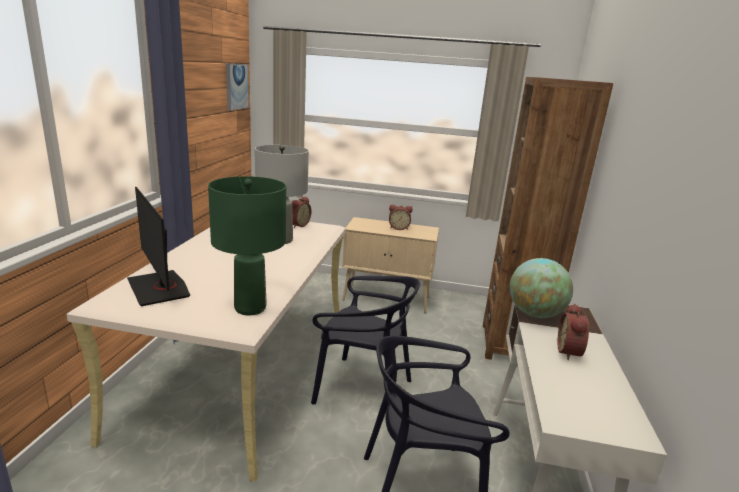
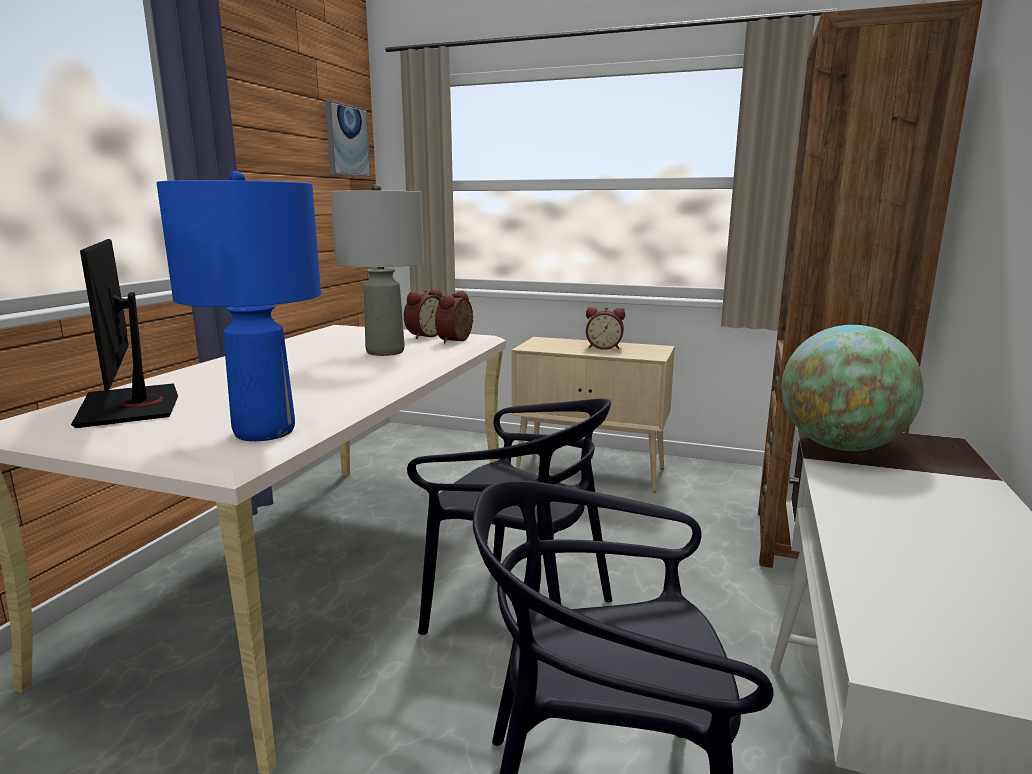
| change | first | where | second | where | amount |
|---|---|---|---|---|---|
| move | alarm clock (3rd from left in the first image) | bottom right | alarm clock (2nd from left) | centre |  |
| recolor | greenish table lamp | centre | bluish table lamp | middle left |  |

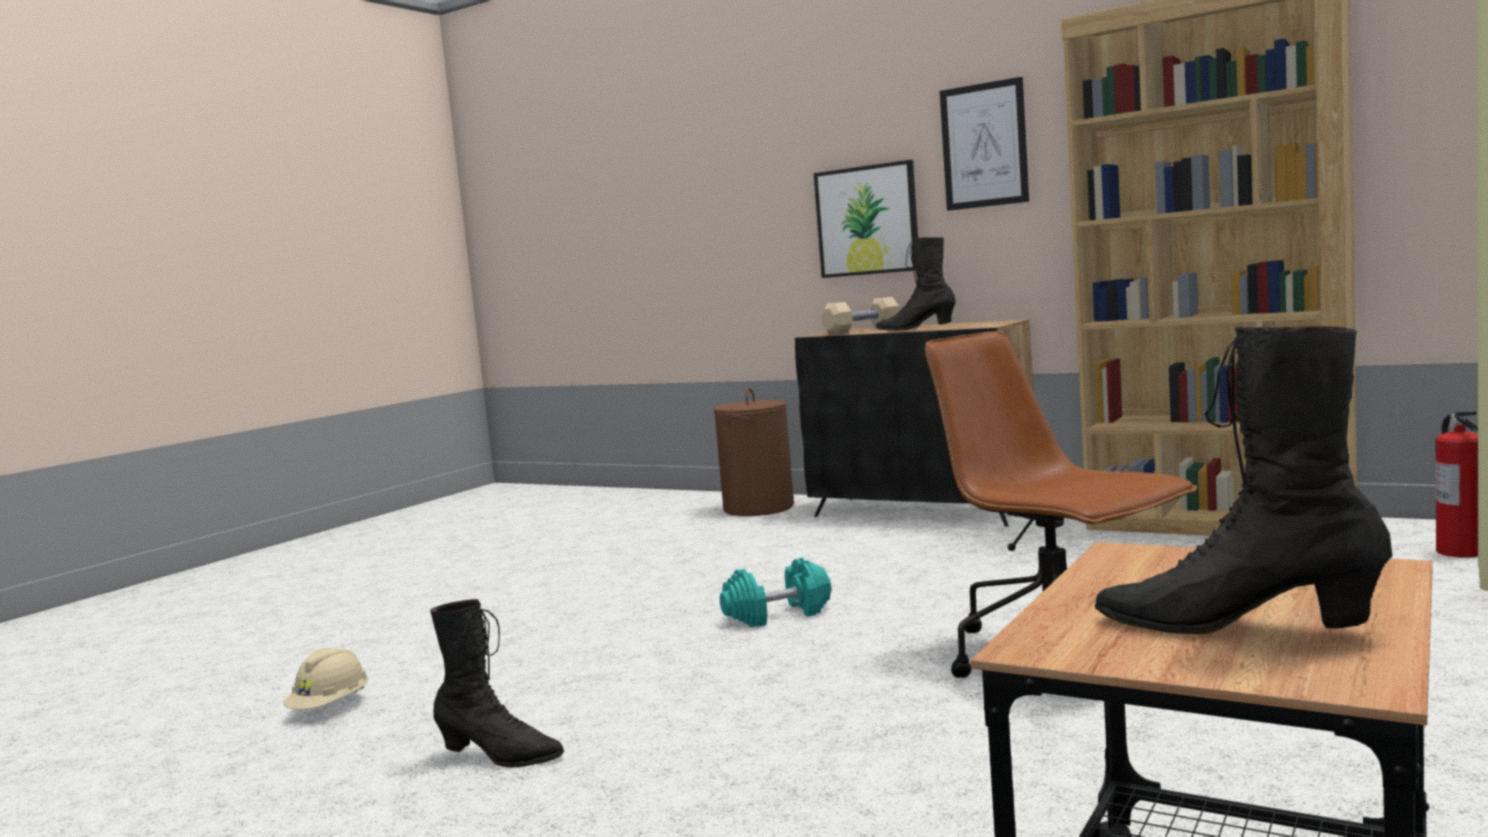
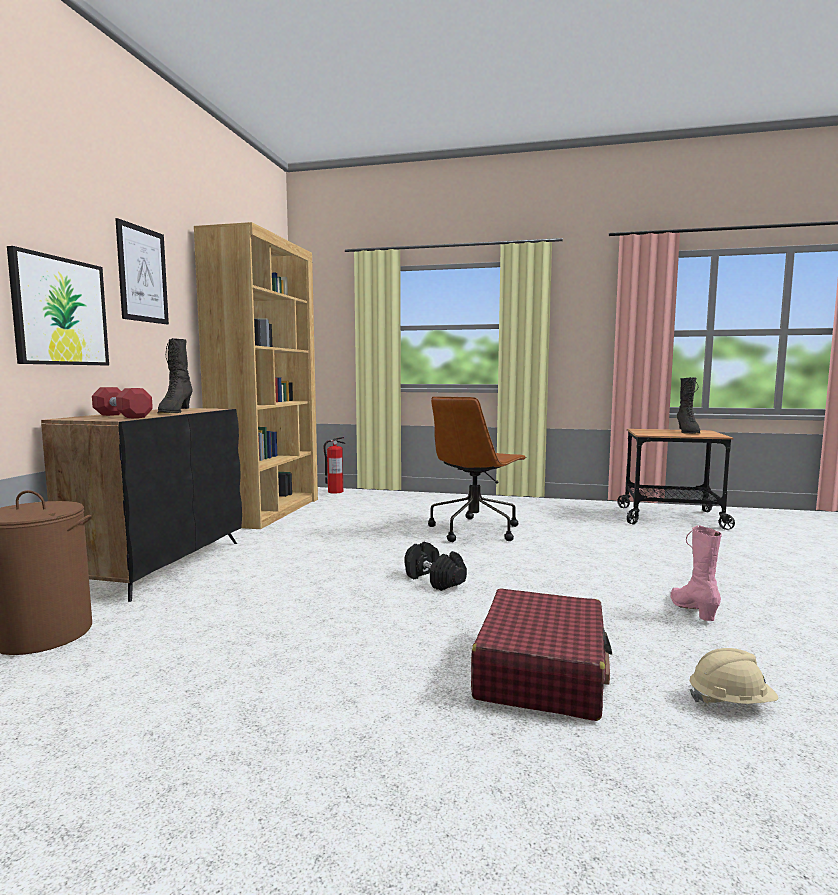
| change | first | where | second | where | amount |
|---|---|---|---|---|---|
| insert |  |  | red-coloured travel case | bottom centre |  |
| recolor | blackish tall boot (1st from left) | bottom centre | pink tall boot | middle right |  |
| recolor | blue-green dumbbell | bottom centre | blackish dumbbell | centre |  |
| recolor | beige dumbbell | centre | red-coloured dumbbell | middle left |  |

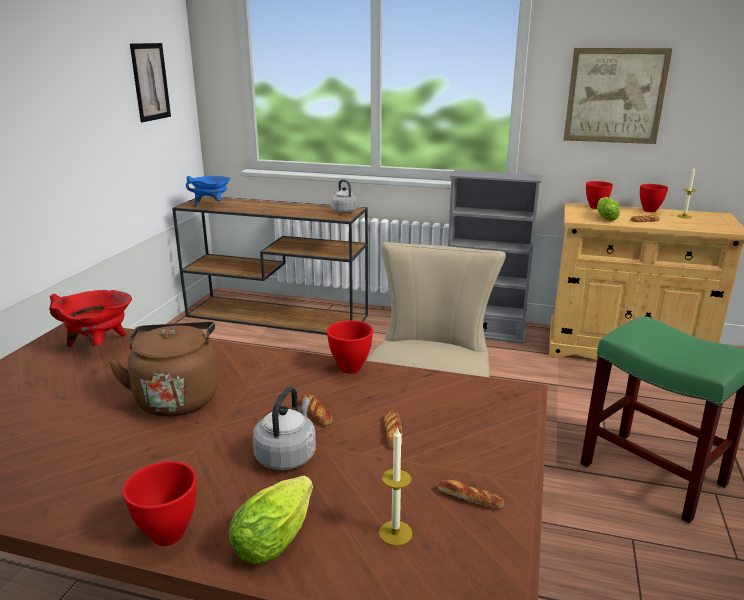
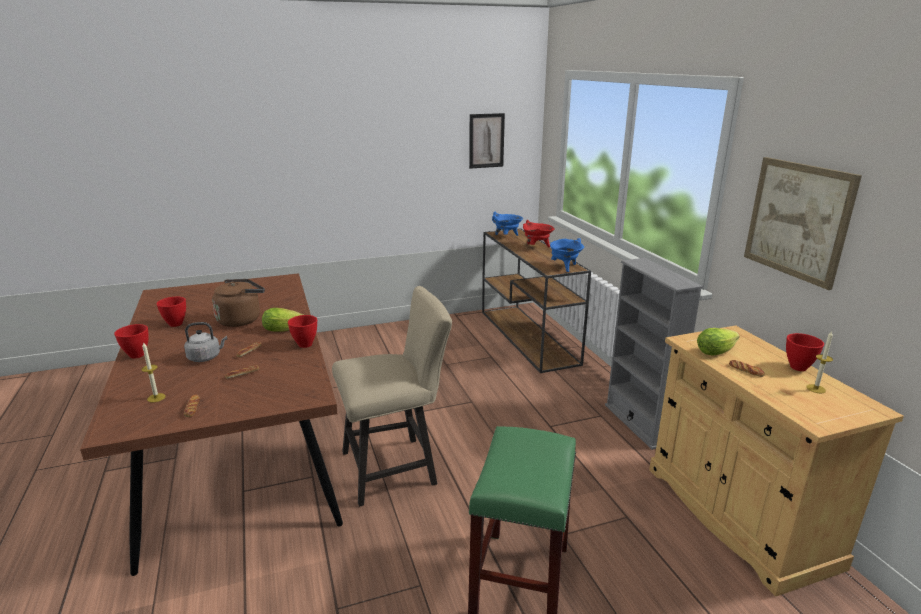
| change | first | where | second | where | amount |
|---|---|---|---|---|---|
| move | red-coloured saucepot | middle left |  | centre |  |
| move | lettuce (1st from left) | bottom centre |  | middle left |  |
| move | red-coloured bowl (3rd from left in the first image) | top right | red-coloured bowl (2nd from left) | middle left |  |
| replace | gray water kettle (2nd from left) | top centre | bluish saucepot (2nd from left) | centre |  |

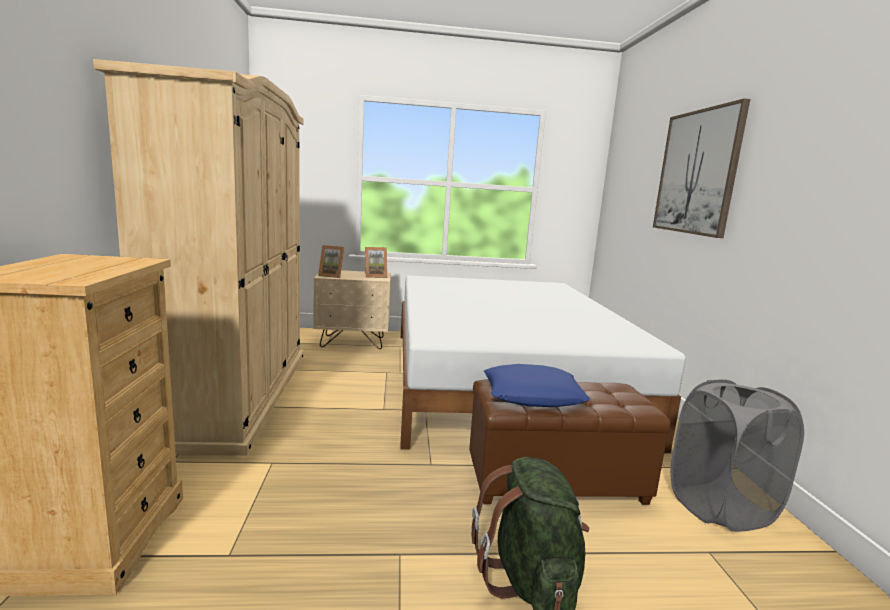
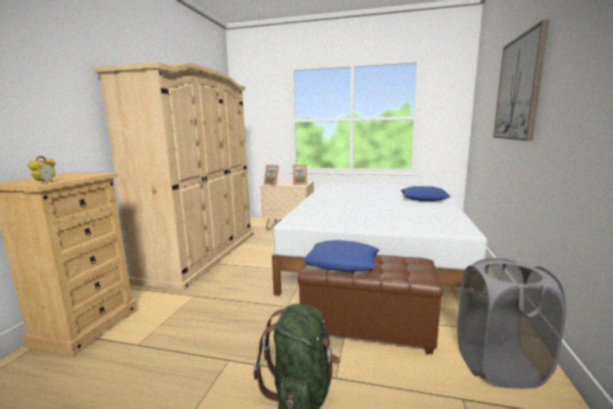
| change | first | where | second | where | amount |
|---|---|---|---|---|---|
| insert |  |  | alarm clock | middle left |  |
| insert |  |  | bluish pillow (2nd from left) | middle right |  |

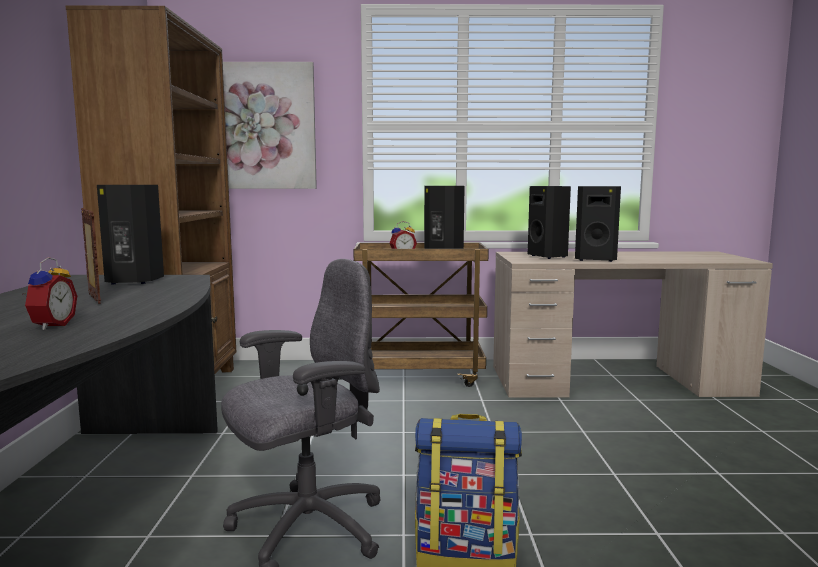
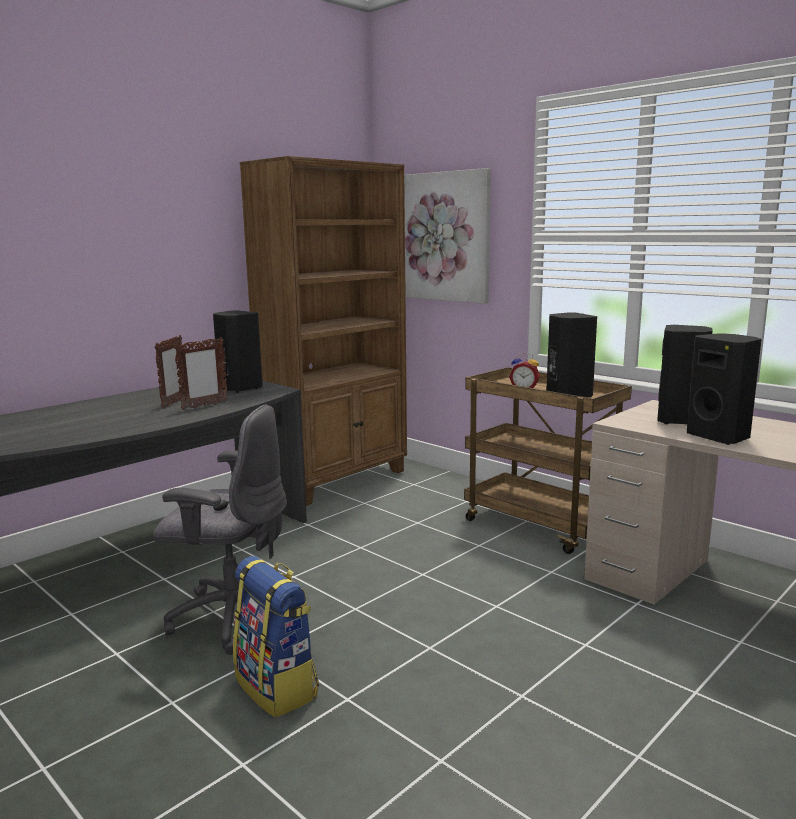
| change | first | where | second | where | amount |
|---|---|---|---|---|---|
| delete | alarm clock (1st from left) | middle left |  |  |  |
| insert |  |  | photo frame (2nd from left) | middle left |  |

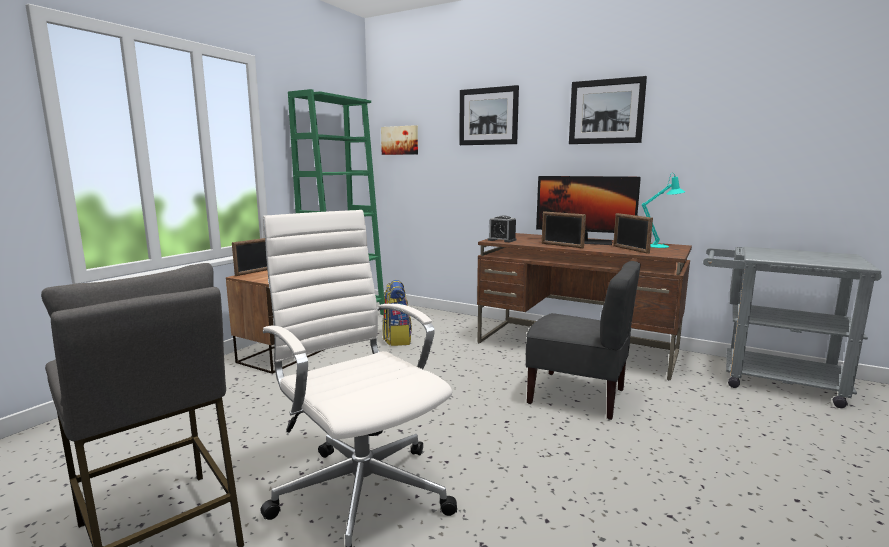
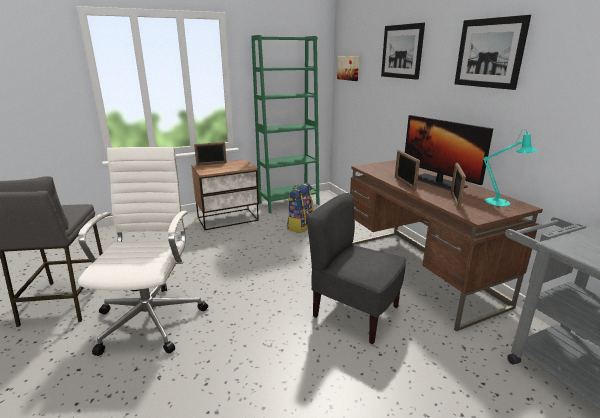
| change | first | where | second | where | amount |
|---|---|---|---|---|---|
| delete | alarm clock | centre |  |  |  |
| rotate | gray chair | centre |  | centre | 150 degrees clockwise |

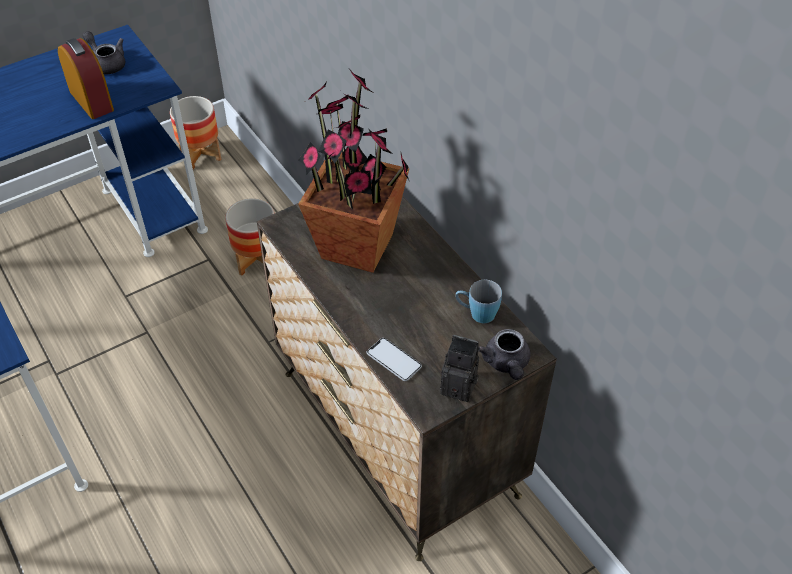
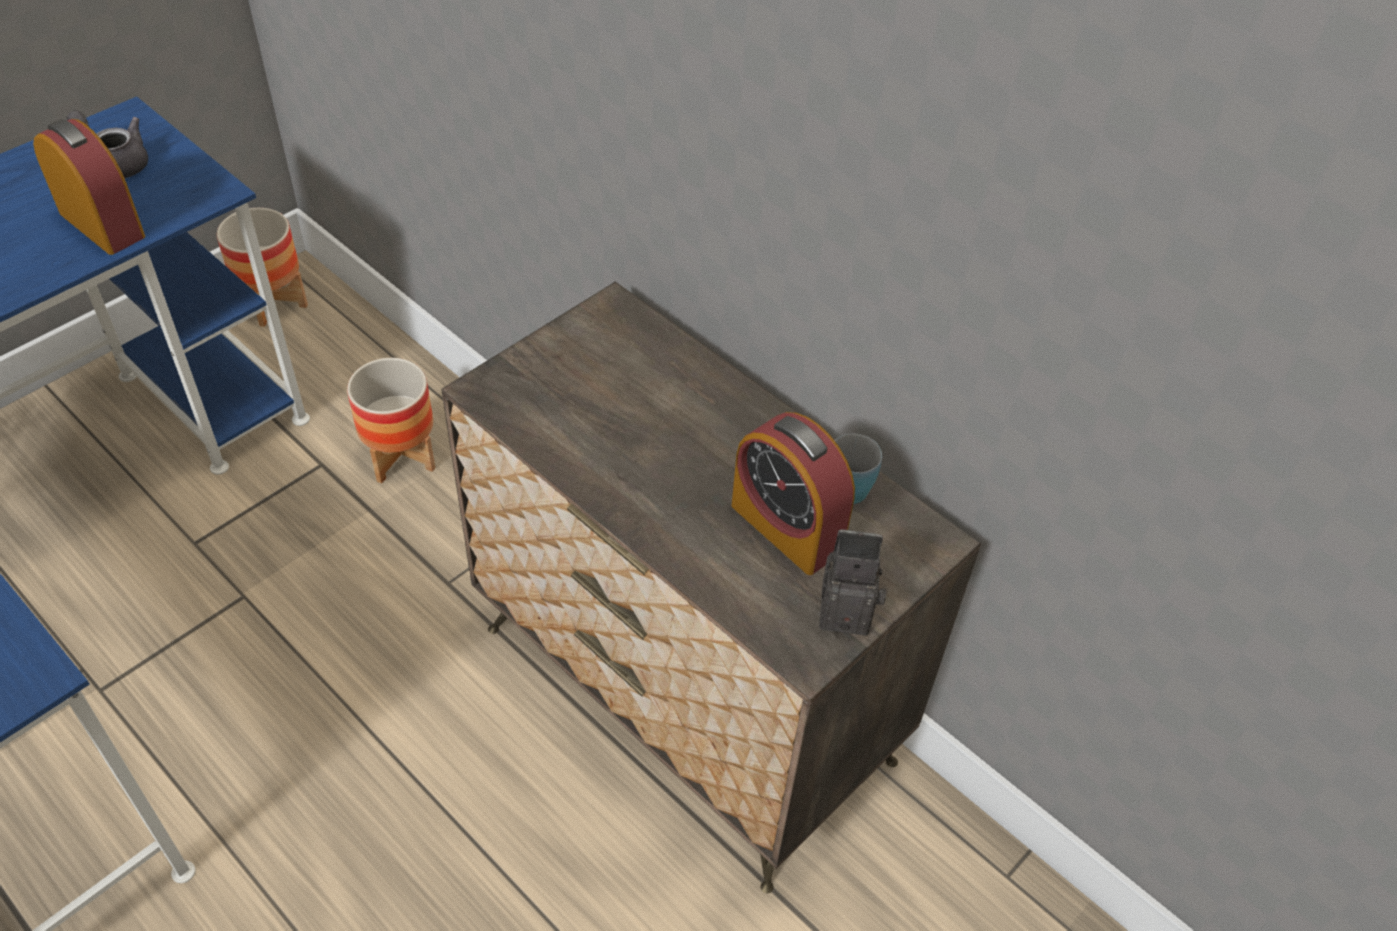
| change | first | where | second | where | amount |
|---|---|---|---|---|---|
| delete | plant in a pot | top centre |  |  |  |
| delete | telephone | centre |  |  |  |
| delete | gray teapot (2nd from left) | centre |  |  |  |
| insert |  |  | alarm clock (2nd from left) | centre |  |

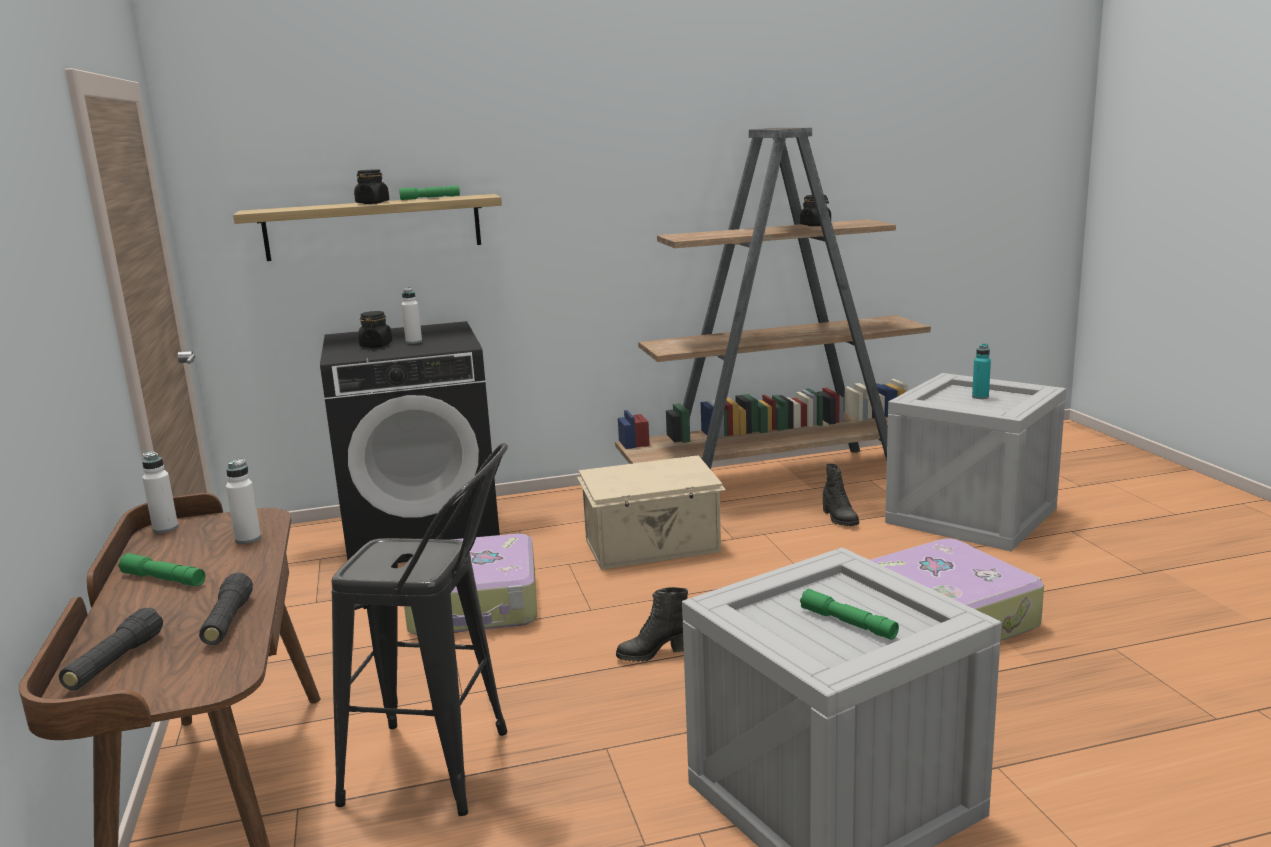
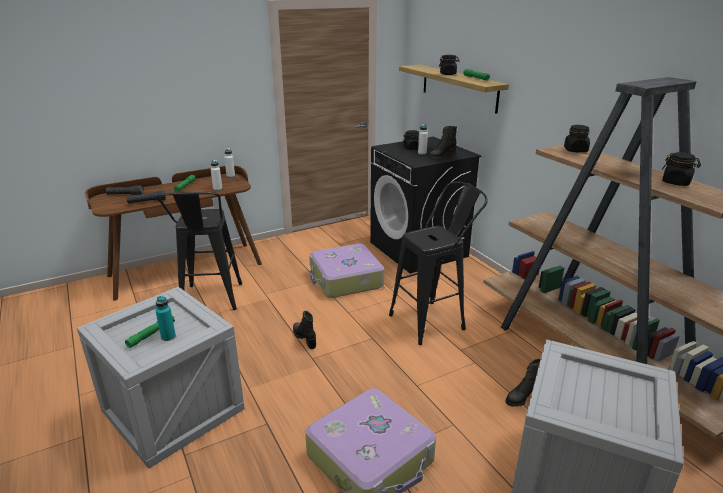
| change | first | where | second | where | amount |
|---|---|---|---|---|---|
| insert |  |  | blackish tall boot (2nd from left) | top centre |  |
| insert |  |  | blackish storage jar (3rd from left) | top right |  |
| move | blue-green beverage bottle | middle right |  | middle left |  |
| replace | beige storage box | centre | blackish sitting stool (2nd from left) | centre |  |

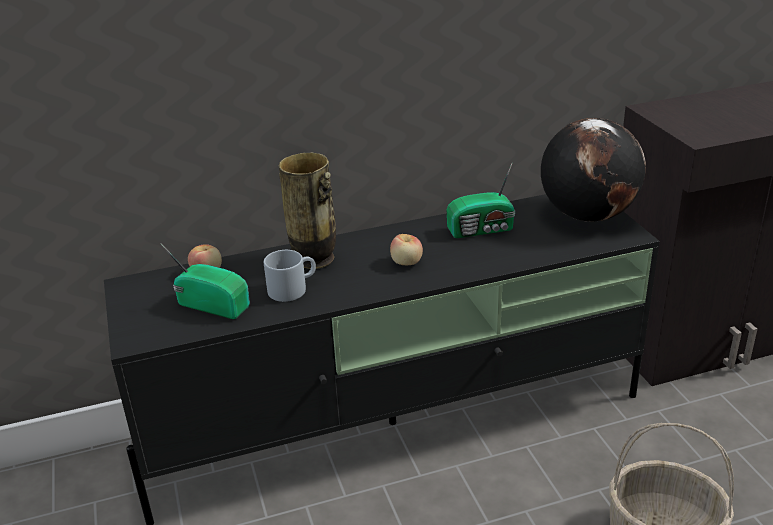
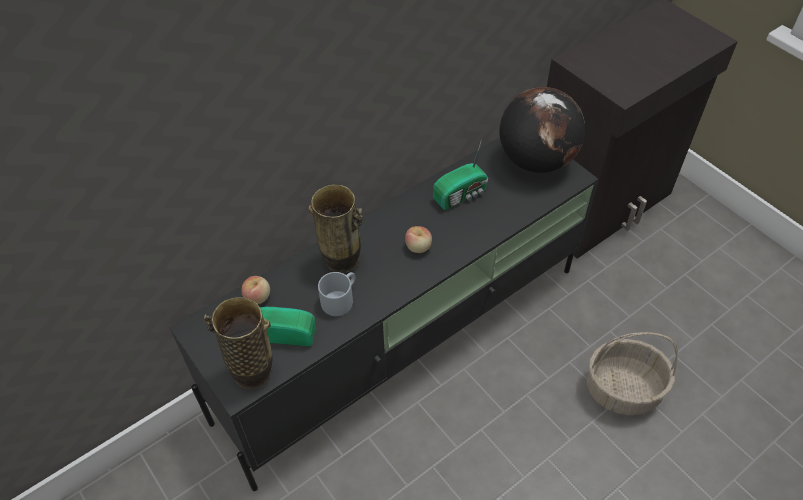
| change | first | where | second | where | amount |
|---|---|---|---|---|---|
| insert |  |  | vase (1st from left) | bottom left |  |

